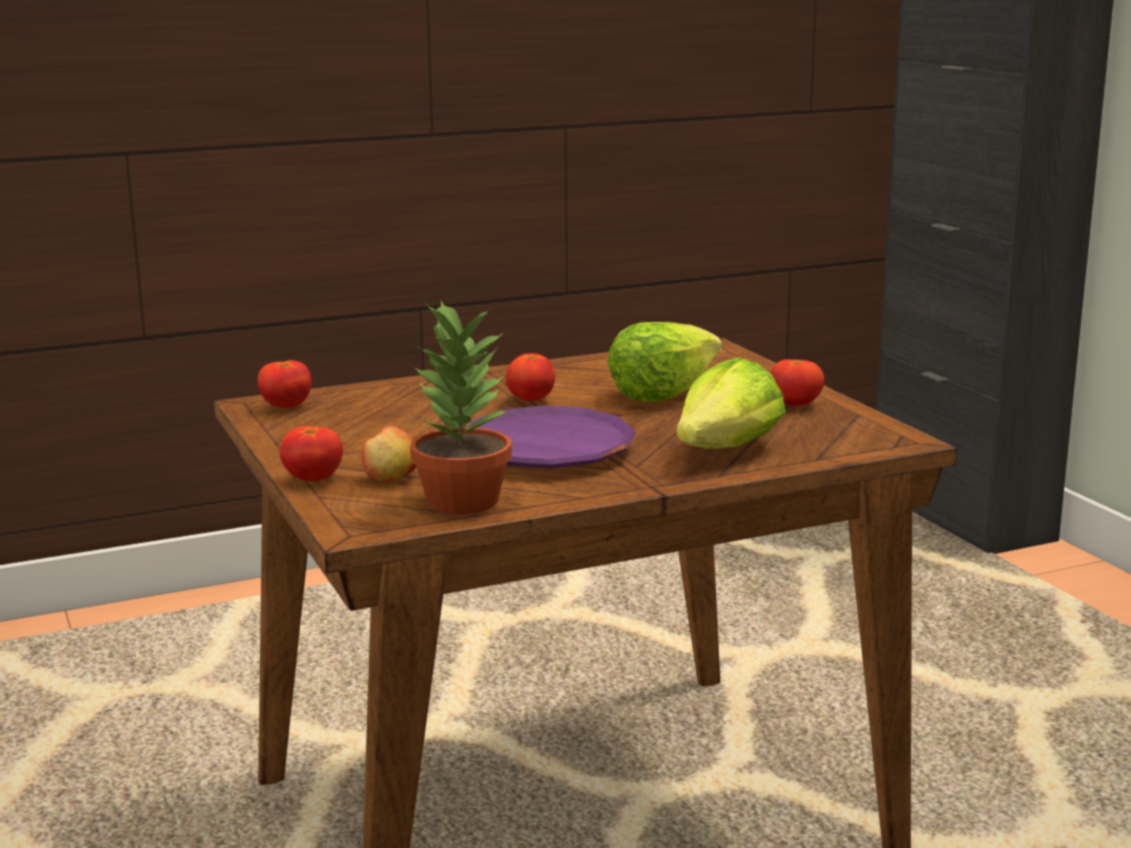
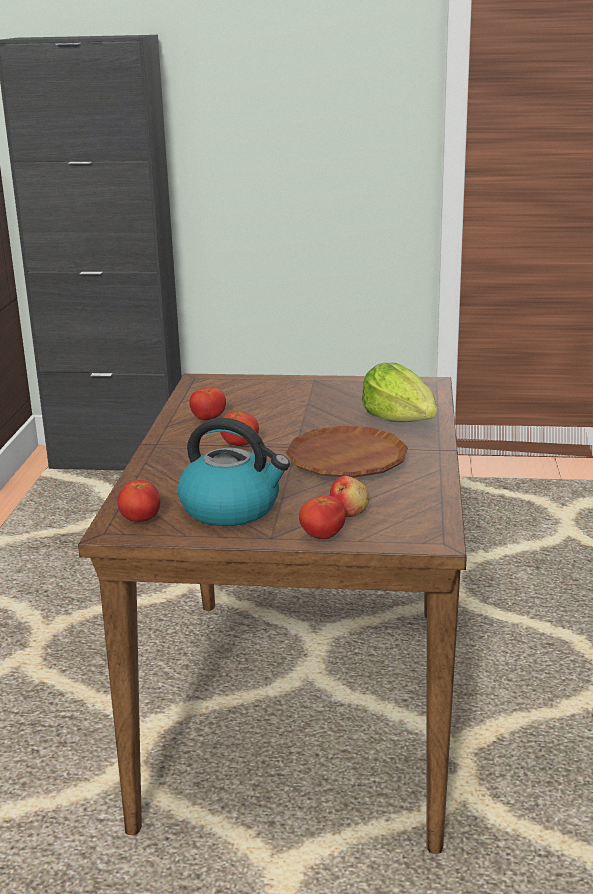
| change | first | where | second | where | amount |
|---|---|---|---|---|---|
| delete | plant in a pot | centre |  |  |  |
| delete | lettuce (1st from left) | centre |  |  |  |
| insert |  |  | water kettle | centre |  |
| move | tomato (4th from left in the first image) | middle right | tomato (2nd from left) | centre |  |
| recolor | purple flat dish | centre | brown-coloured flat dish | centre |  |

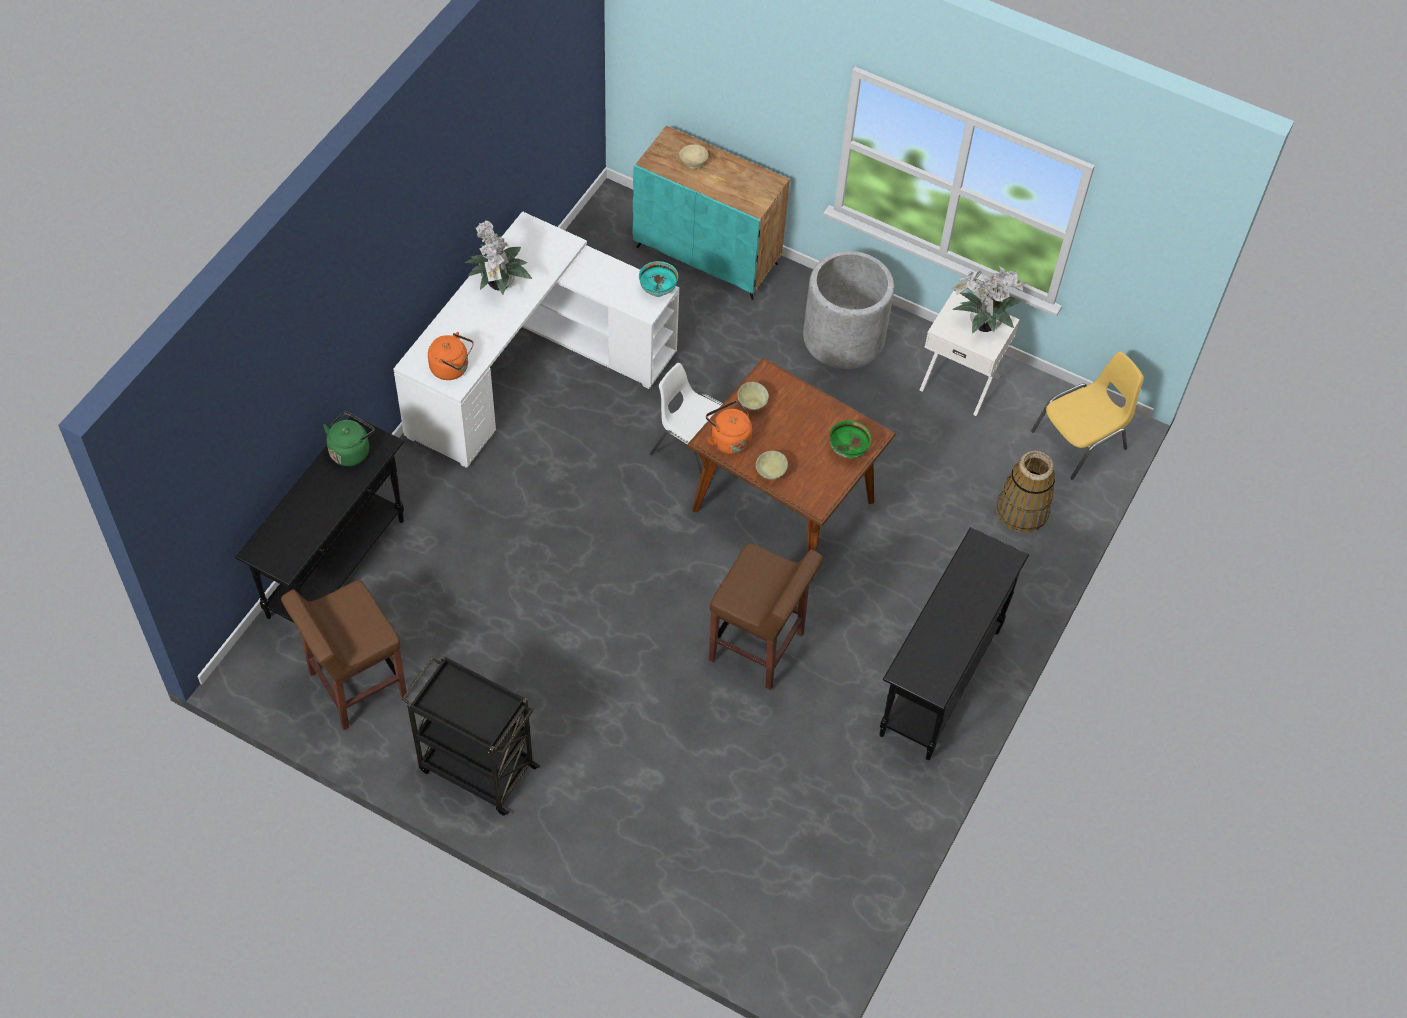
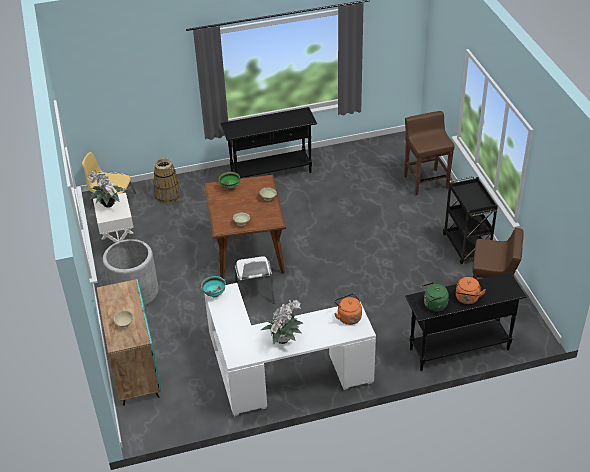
| change | first | where | second | where | amount |
|---|---|---|---|---|---|
| move | orangey water kettle (2nd from left) | centre |  | middle right |  |
| move | brown-coloured sitting stool (2nd from left in the first image) | centre | brown-coloured sitting stool (1st from left) | top right |  |

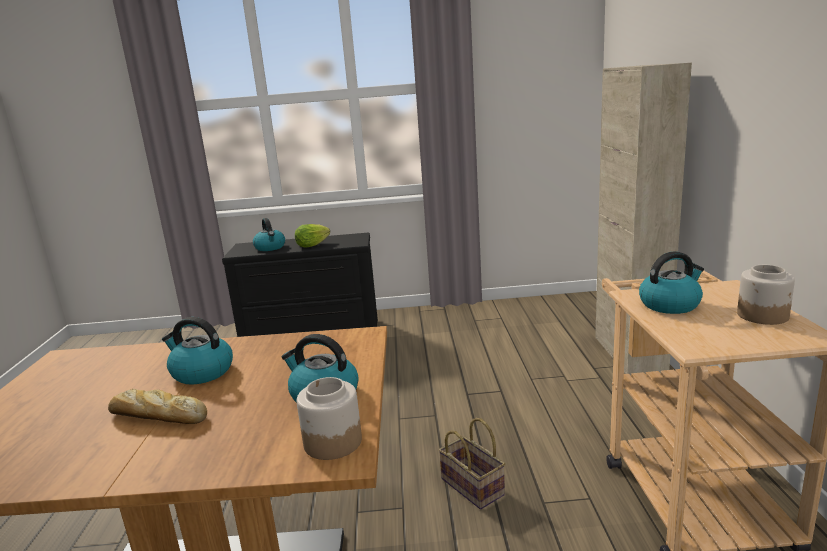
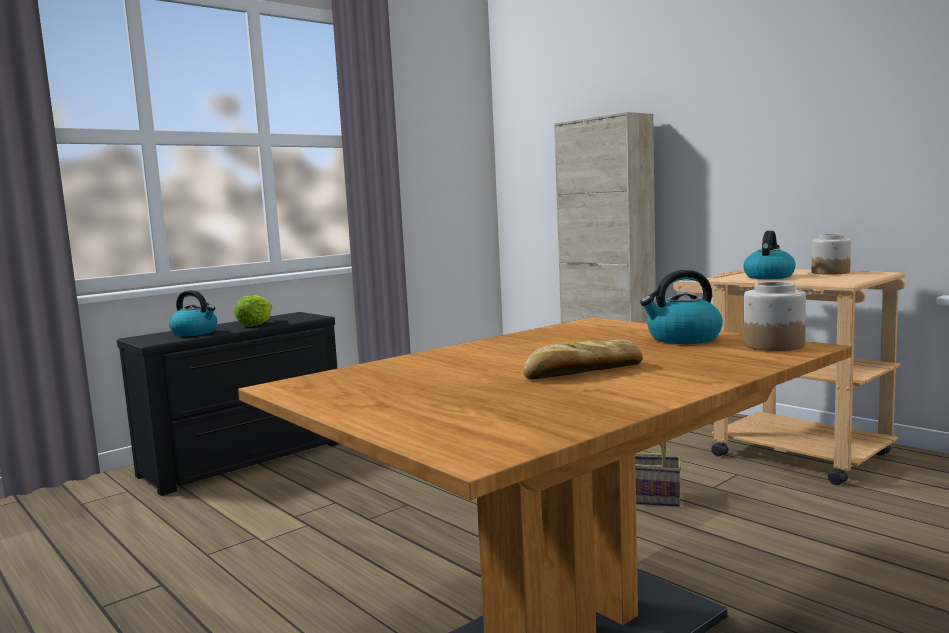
| change | first | where | second | where | amount |
|---|---|---|---|---|---|
| delete | water kettle (1st from left) | middle left |  |  |  |

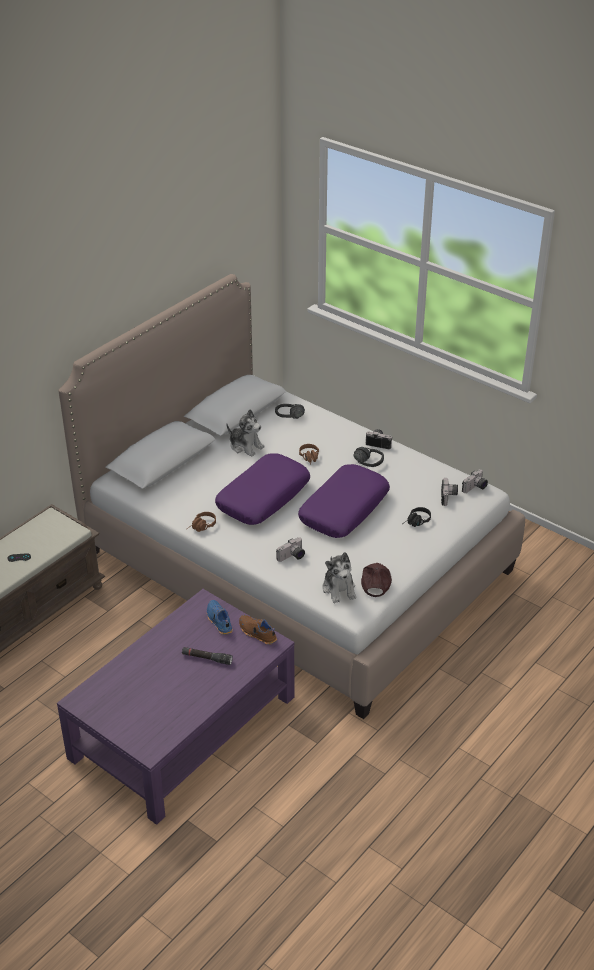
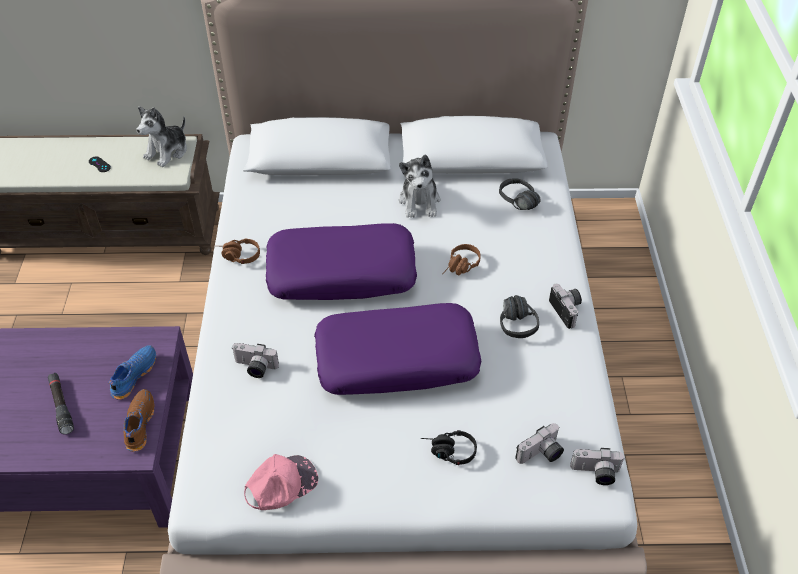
| change | first | where | second | where | amount |
|---|---|---|---|---|---|
| move | plush toy (2nd from left in the first image) | centre | plush toy (1st from left) | top left |  |
| recolor | brown-coloured peaked cap | centre | pink peaked cap | bottom centre |  |

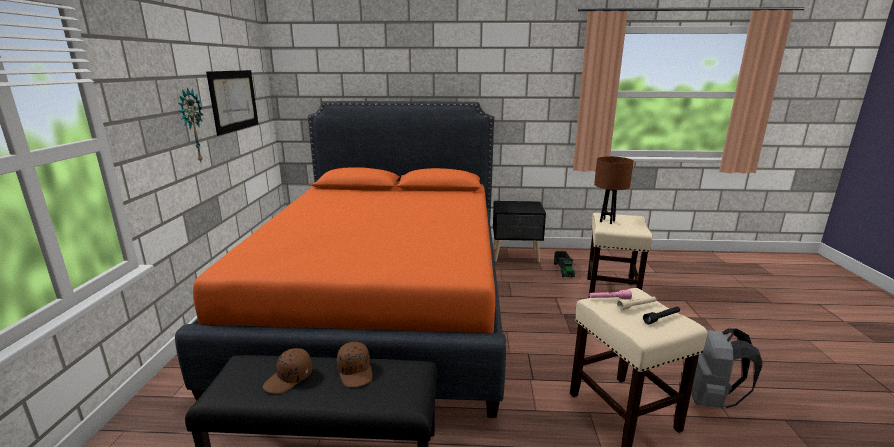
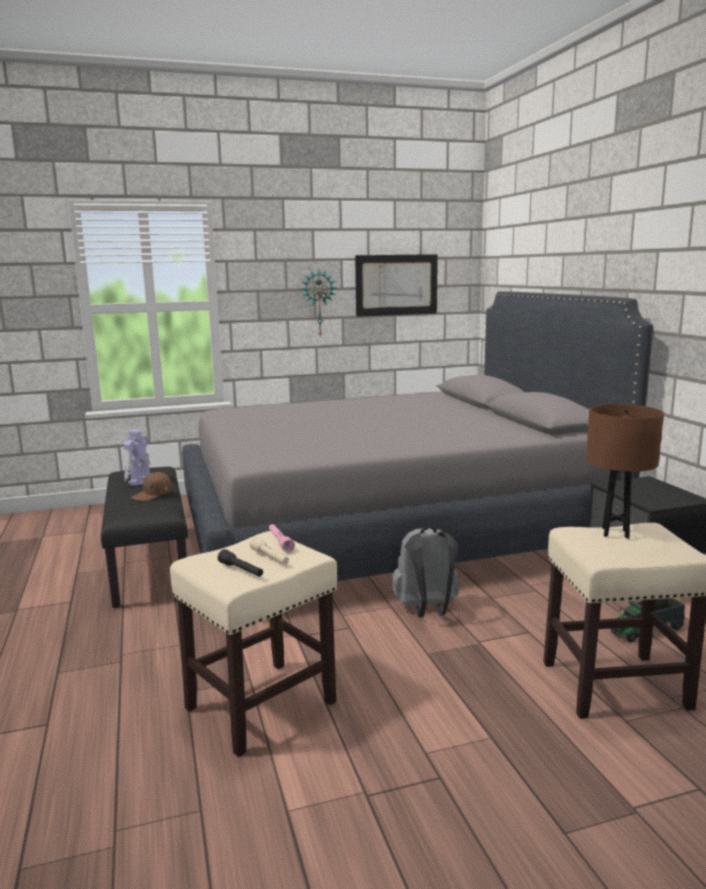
| change | first | where | second | where | amount |
|---|---|---|---|---|---|
| move | gray knapsack | bottom right |  | centre |  |
| replace | brown-coloured peaked cap (1st from left) | bottom left | model robot | middle left |  |
| recolor | orangey bed | centre | gray bed | centre |  |

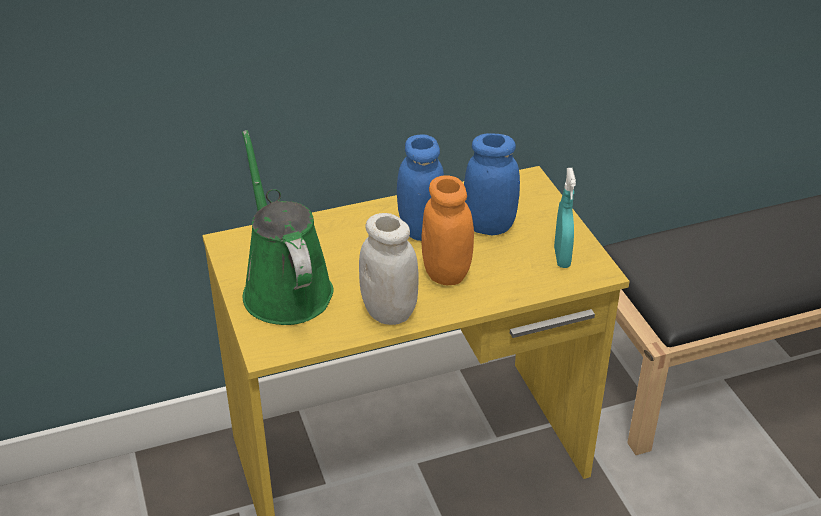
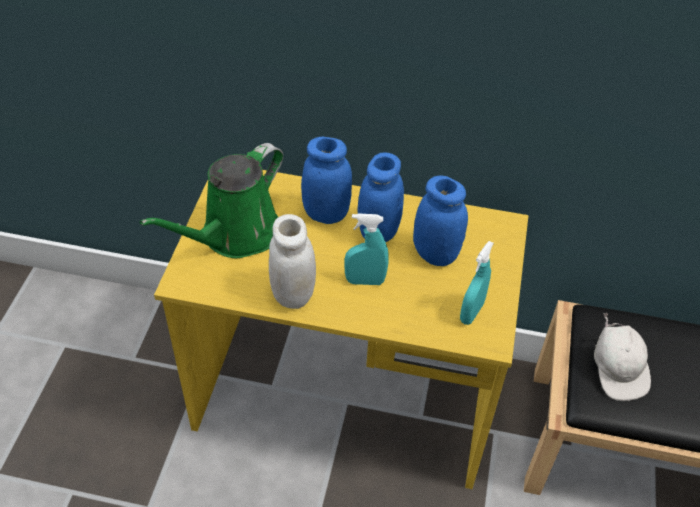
| change | first | where | second | where | amount |
|---|---|---|---|---|---|
| insert |  |  | bluish storage jar (1st from left) | centre |  |
| insert |  |  | white peaked cap | bottom right |  |
| replace | orangey storage jar | centre | blue-green spray bottle (1st from left) | centre |  |
| rotate | greenish sprinkling can | centre |  | middle left | 150 degrees counterclockwise |

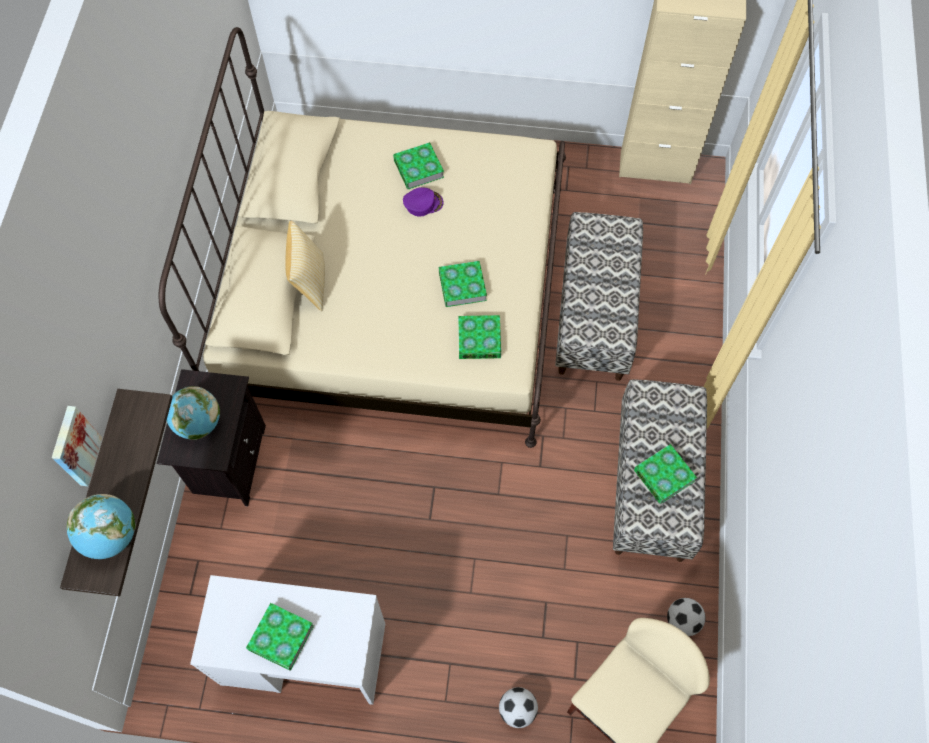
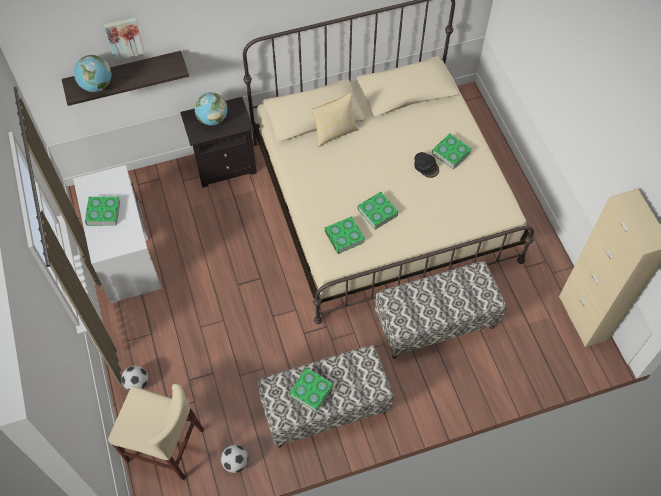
| change | first | where | second | where | amount |
|---|---|---|---|---|---|
| recolor | purple peaked cap | top centre | blackish peaked cap | top centre |  |

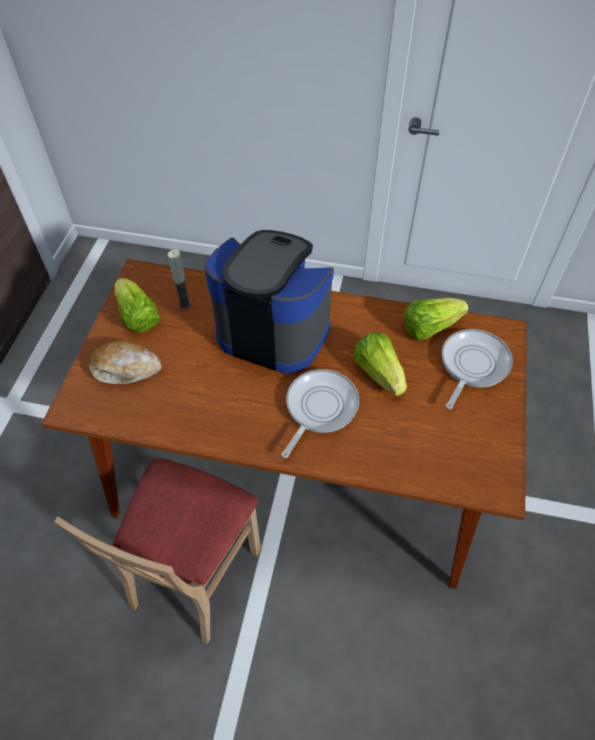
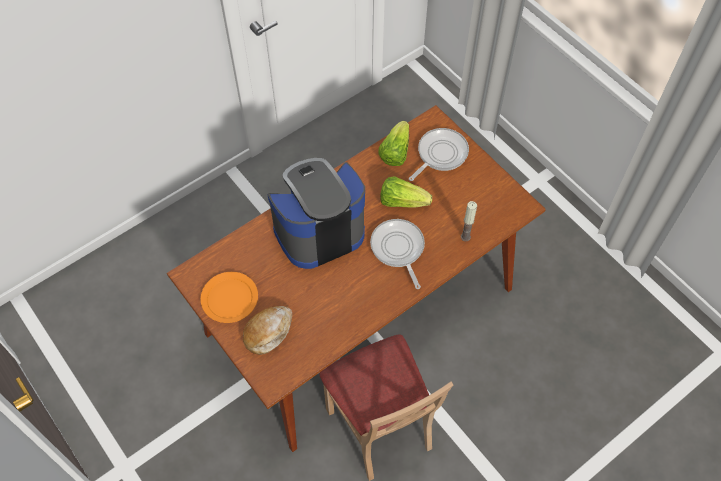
| change | first | where | second | where | amount |
|---|---|---|---|---|---|
| move | wax candle | middle left |  | centre |  |
| replace | lettuce (1st from left) | middle left | orangey flat dish | middle left |  |
| rotate | skillet (2nd from left) | middle right |  | top centre | 60 degrees clockwise |

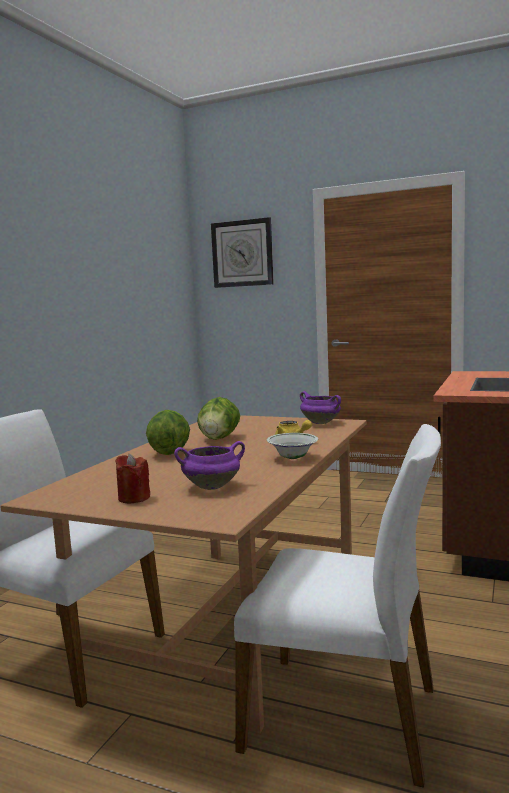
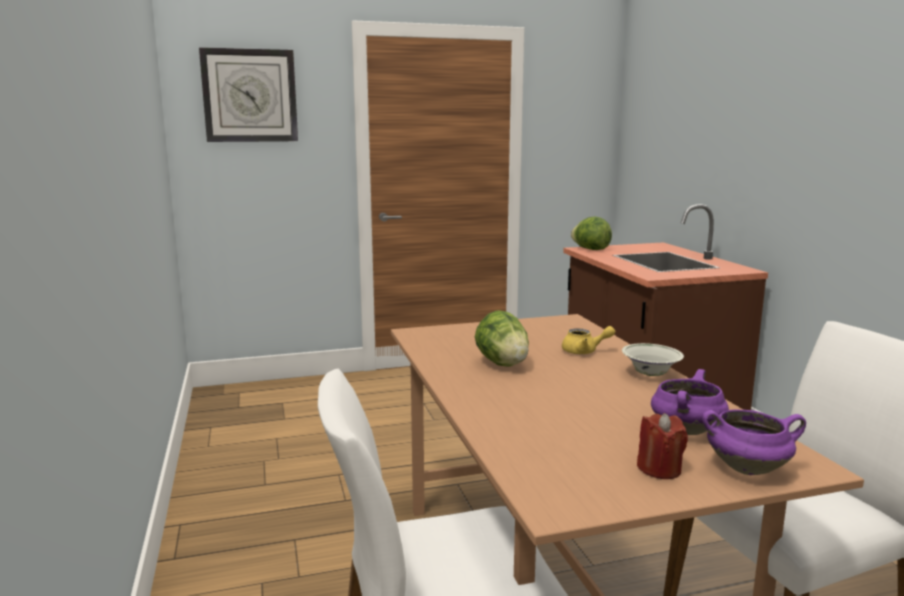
| change | first | where | second | where | amount |
|---|---|---|---|---|---|
| move | lettuce (1st from left in the first image) | middle left | lettuce (2nd from left) | centre |  |
| move | purple saucepot (2nd from left) | centre |  | bottom right |  |

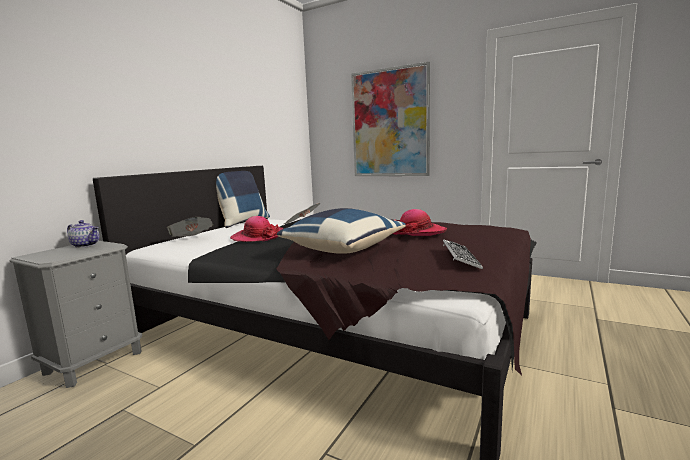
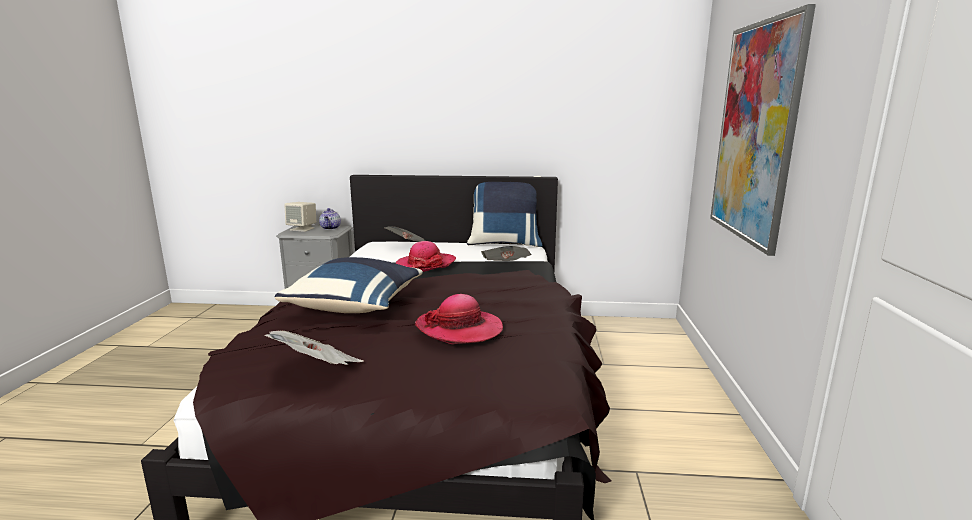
| change | first | where | second | where | amount |
|---|---|---|---|---|---|
| insert |  |  | beige speaker | middle left |  |
| replace | keyboard | middle right | printed paper (1st from left) | bottom left |  |

